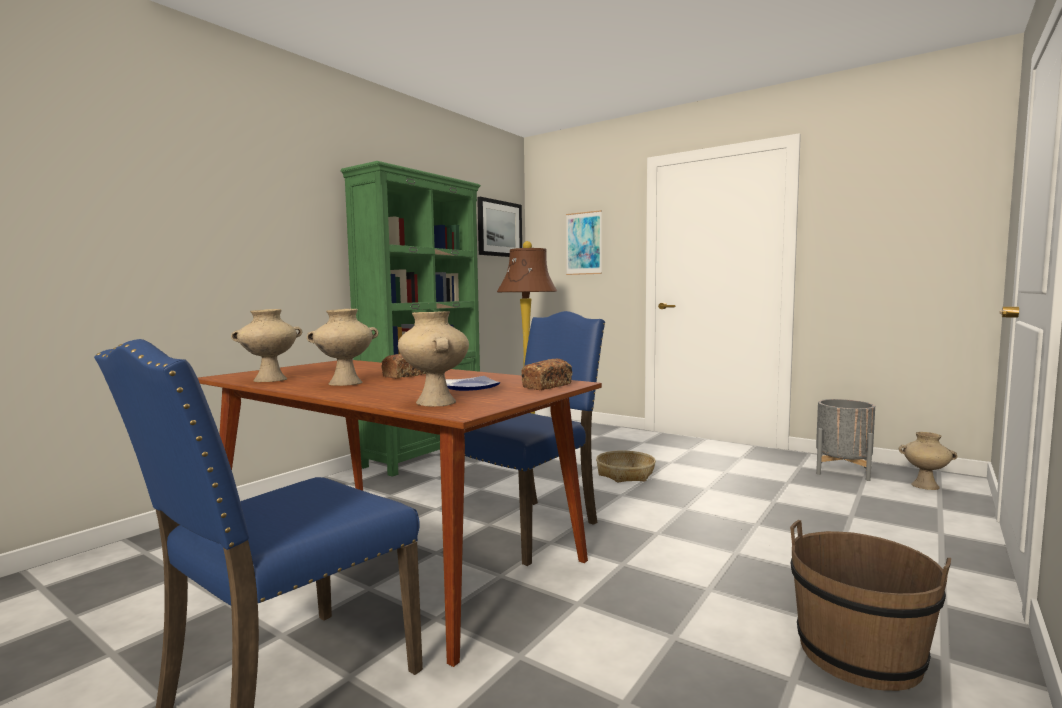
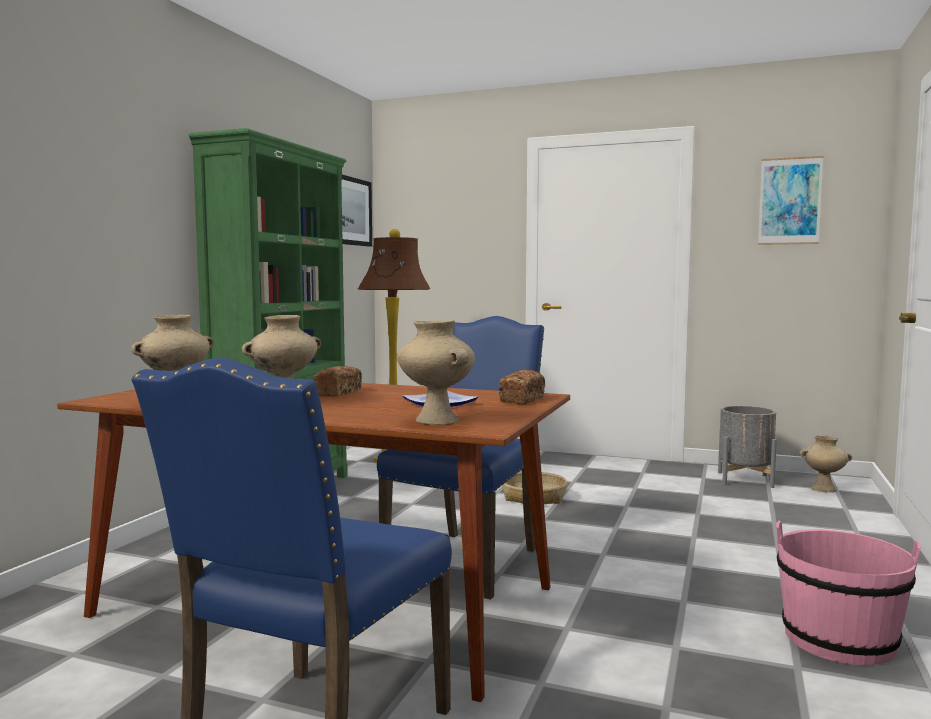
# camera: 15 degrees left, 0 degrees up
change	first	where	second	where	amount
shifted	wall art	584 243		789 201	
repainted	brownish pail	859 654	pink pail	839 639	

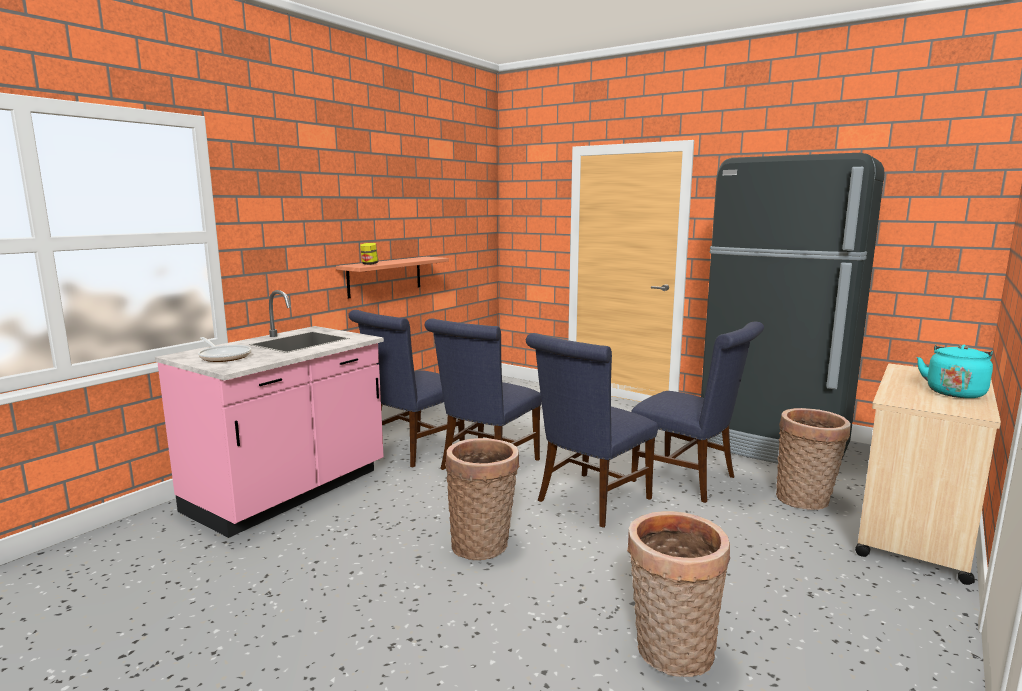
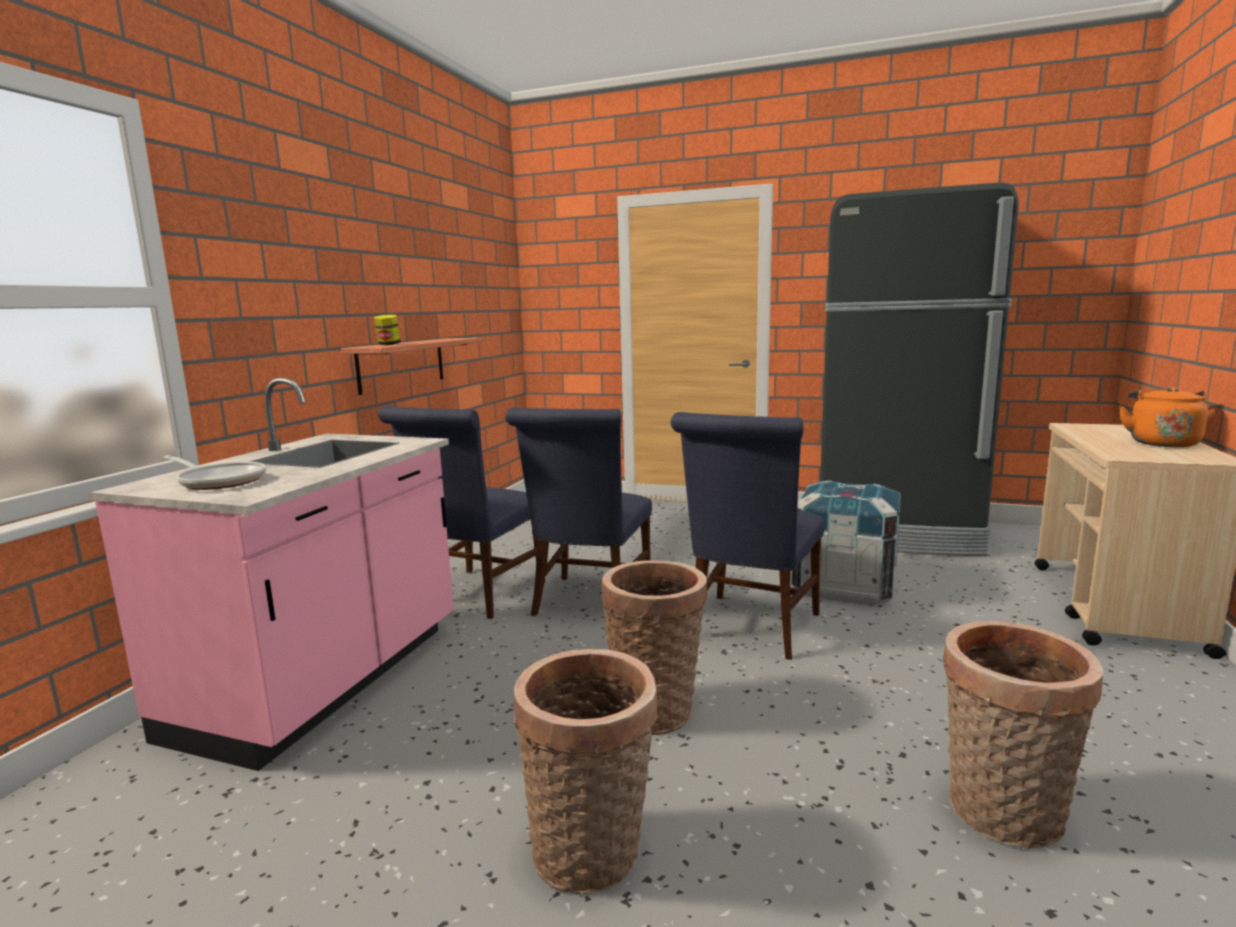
# camera: 15 degrees left, 0 degrees up
change	first	where	second	where	amount
shifted	basket	806 500		593 854	
swapped	blue upright chair	690 480	crate	844 585	
repainted	blue-green water kettle	954 392	orange-coloured water kettle	1161 443	

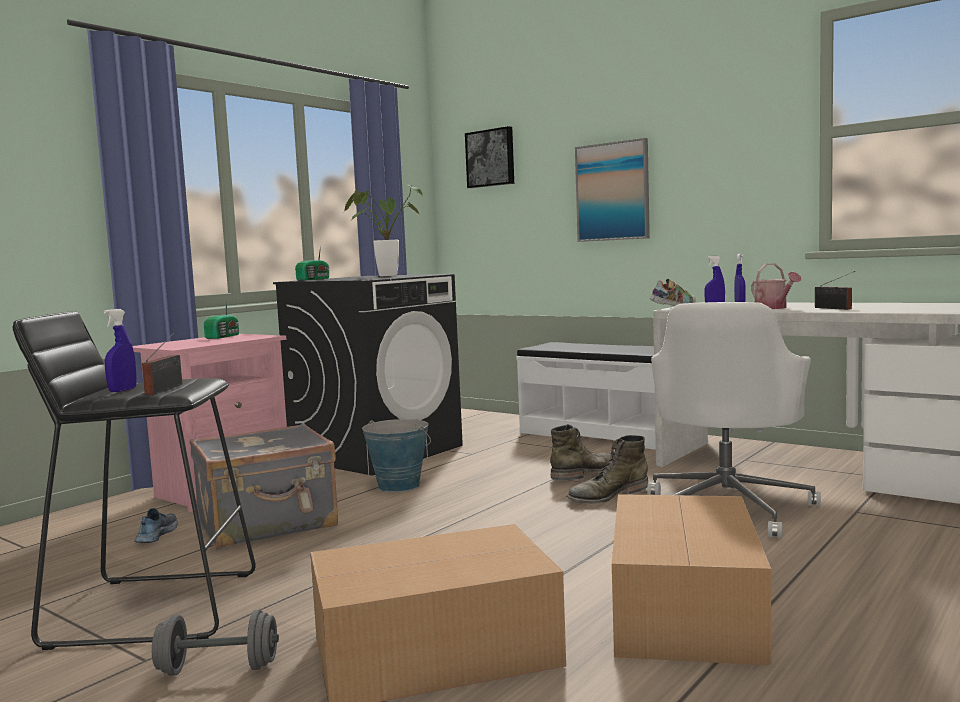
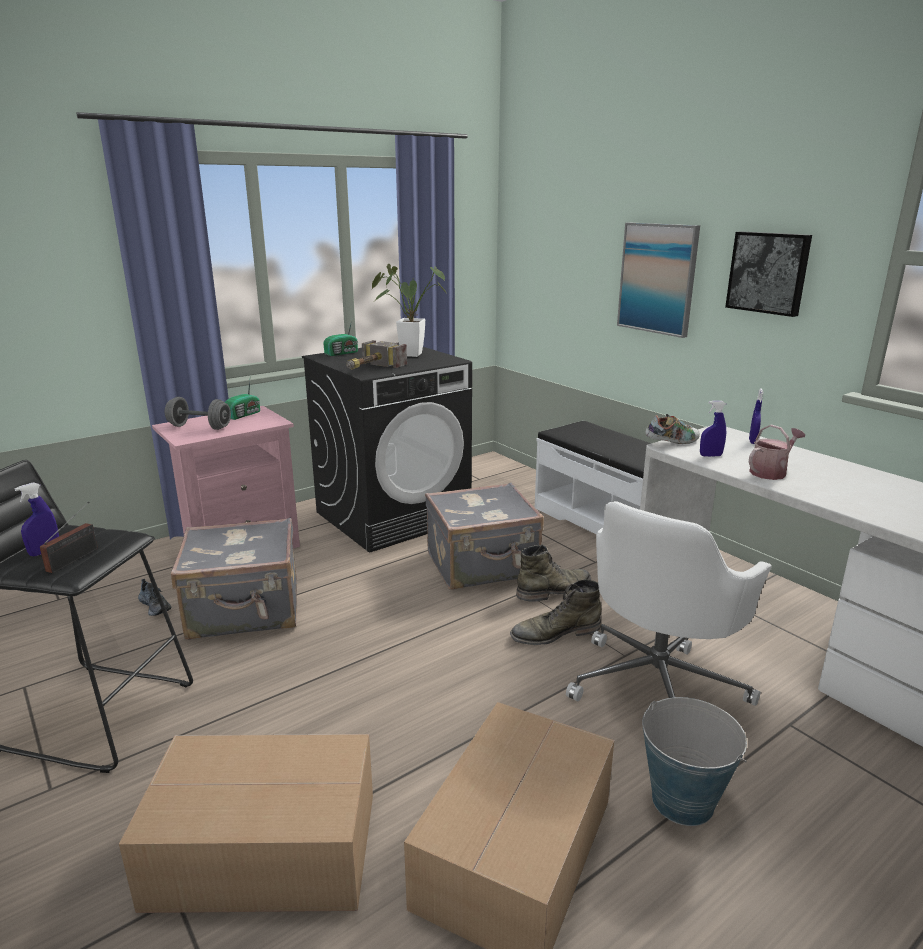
# camera: 15 degrees right, 15 degrees up
change	first	where	second	where	amount
gone	radio receiver	834 308			
new			tool hammer	370 368	
new			gray travel case	483 566	
shifted	gray hand weight	218 669		200 427	
shifted	pail	398 486		682 800	
shifted	wall art	491 158		769 272	
rotated	shoe	155 535		155 606	120 degrees clockwise
rotated	watering can	773 308		771 472	120 degrees counterclockwise

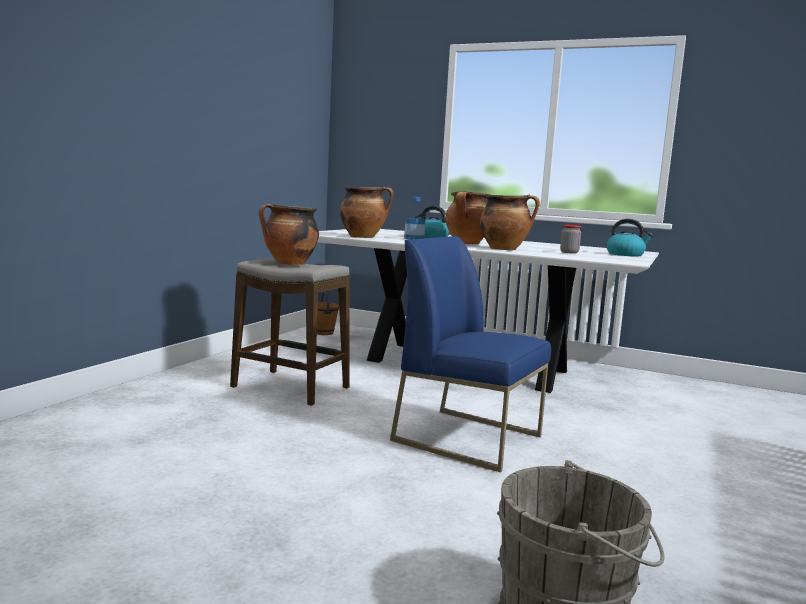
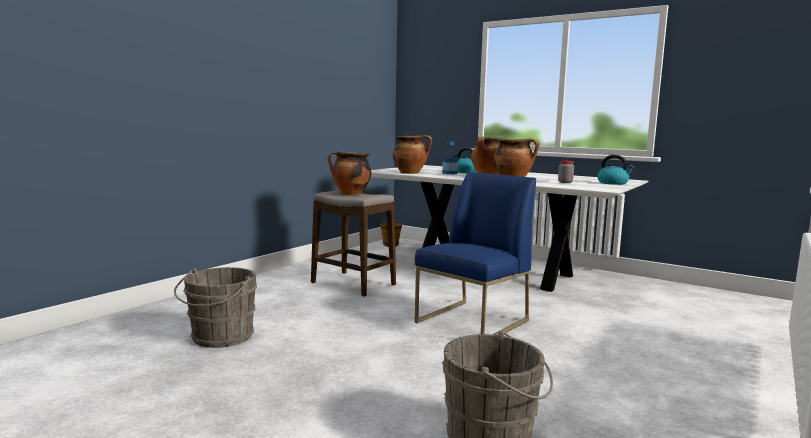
# camera: 10 degrees right, 0 degrees up
change	first	where	second	where	amount
new			gray pail	220 338	
rotated	blue upright chair	469 438		472 322	90 degrees clockwise

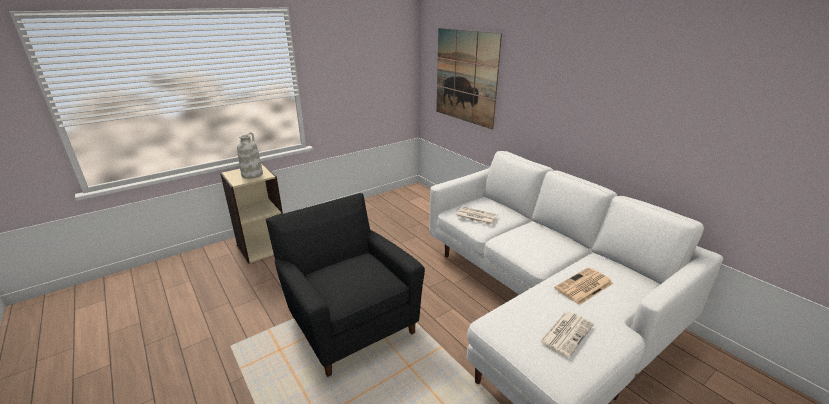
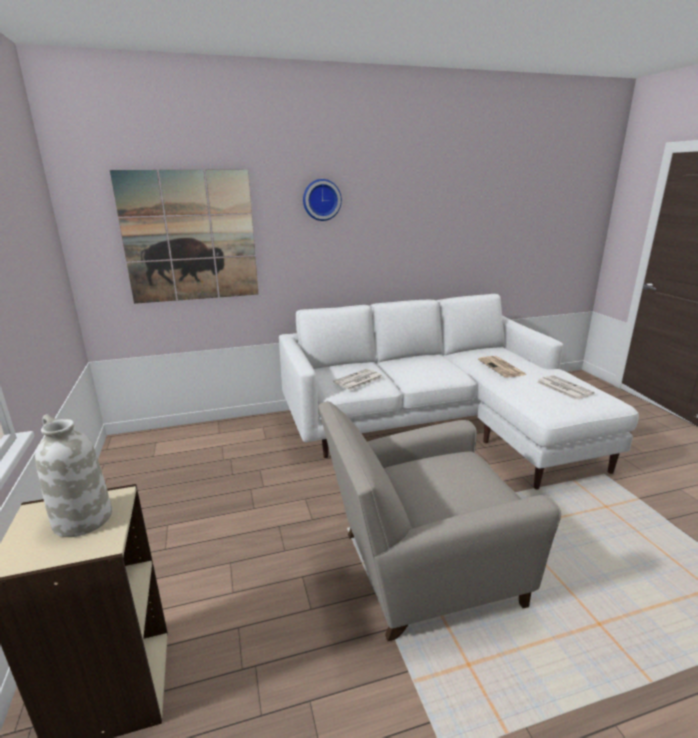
# camera: 70 degrees left, 5 degrees down
change	first	where	second	where	amount
new			clock on the wall	321 200	
repainted	black-coloured lounge chair	348 320	sand-coloured lounge chair	419 569	

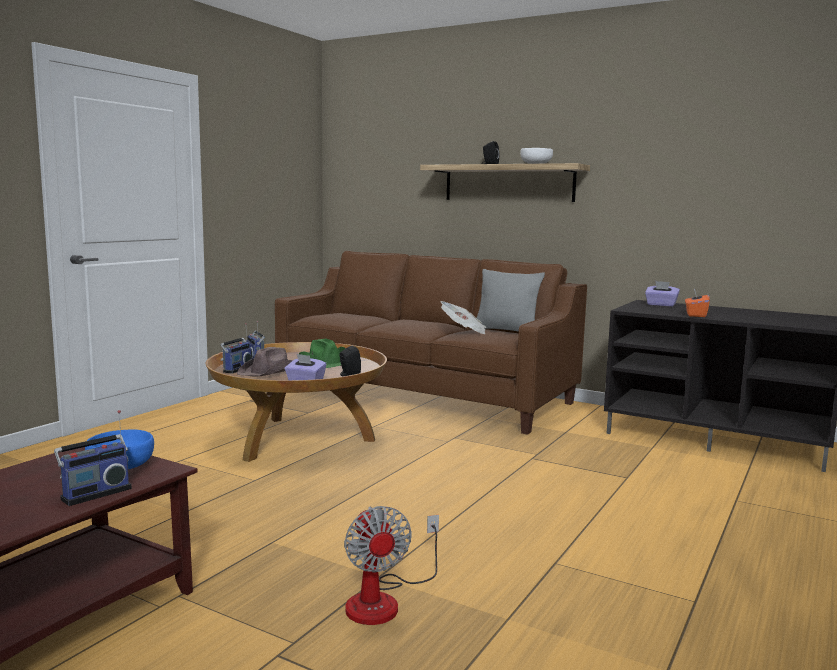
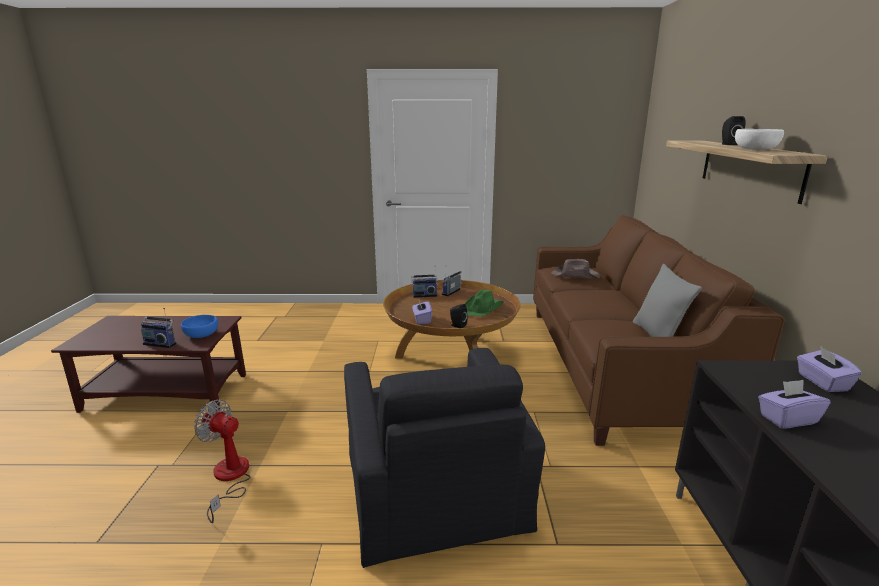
# camera: 60 degrees right, 10 degrees up
change	first	where	second	where	amount
gone	newspaper	464 331			
new			black-coloured lounge chair	434 492	
shifted	brownish hat	271 371		575 275	
repainted	orange-coloured tissue holder	695 315	purple-coloured tissue holder	787 419	
rotated	electric fan	384 600		229 478	75 degrees clockwise

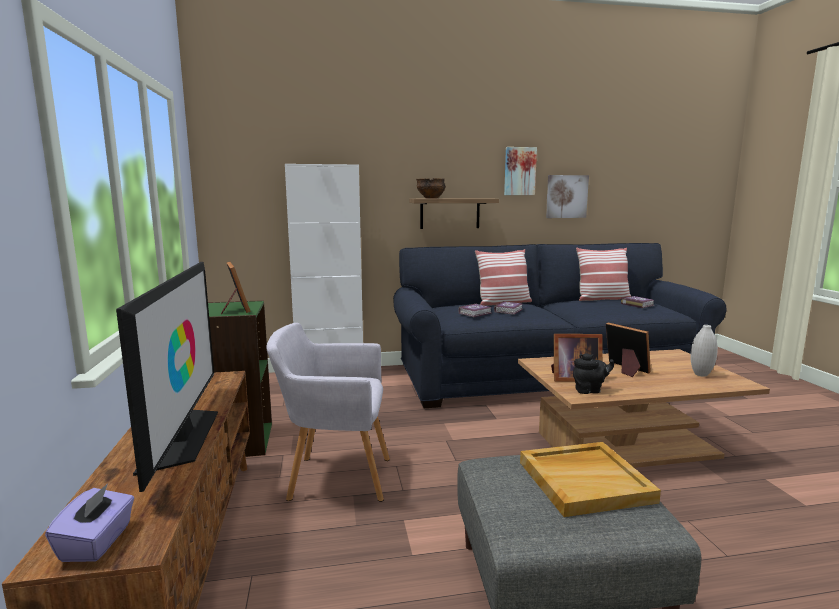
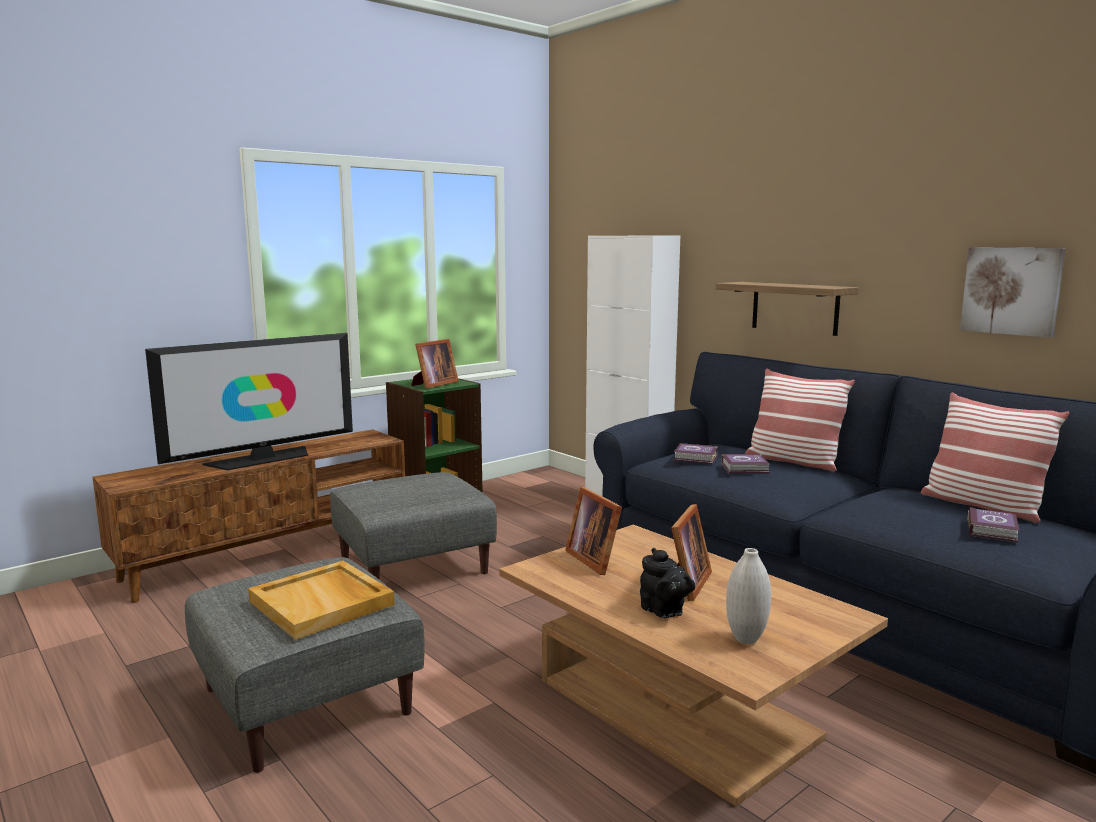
# camera: 60 degrees right, 0 degrees up
change	first	where	second	where	amount
gone	purple-coloured tissue holder	97 542			
gone	serving bowl	431 198			
gone	wall art	519 171			
shifted	black-coloured pot for tea	590 390		664 611	
swapped	gray lounge chair	334 477	gray pouffe	413 565	

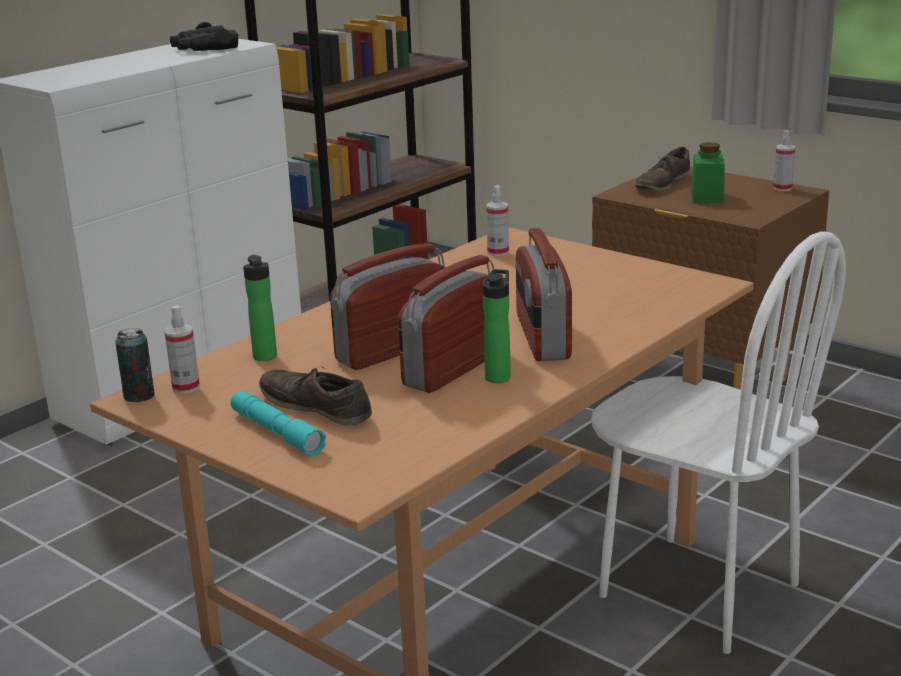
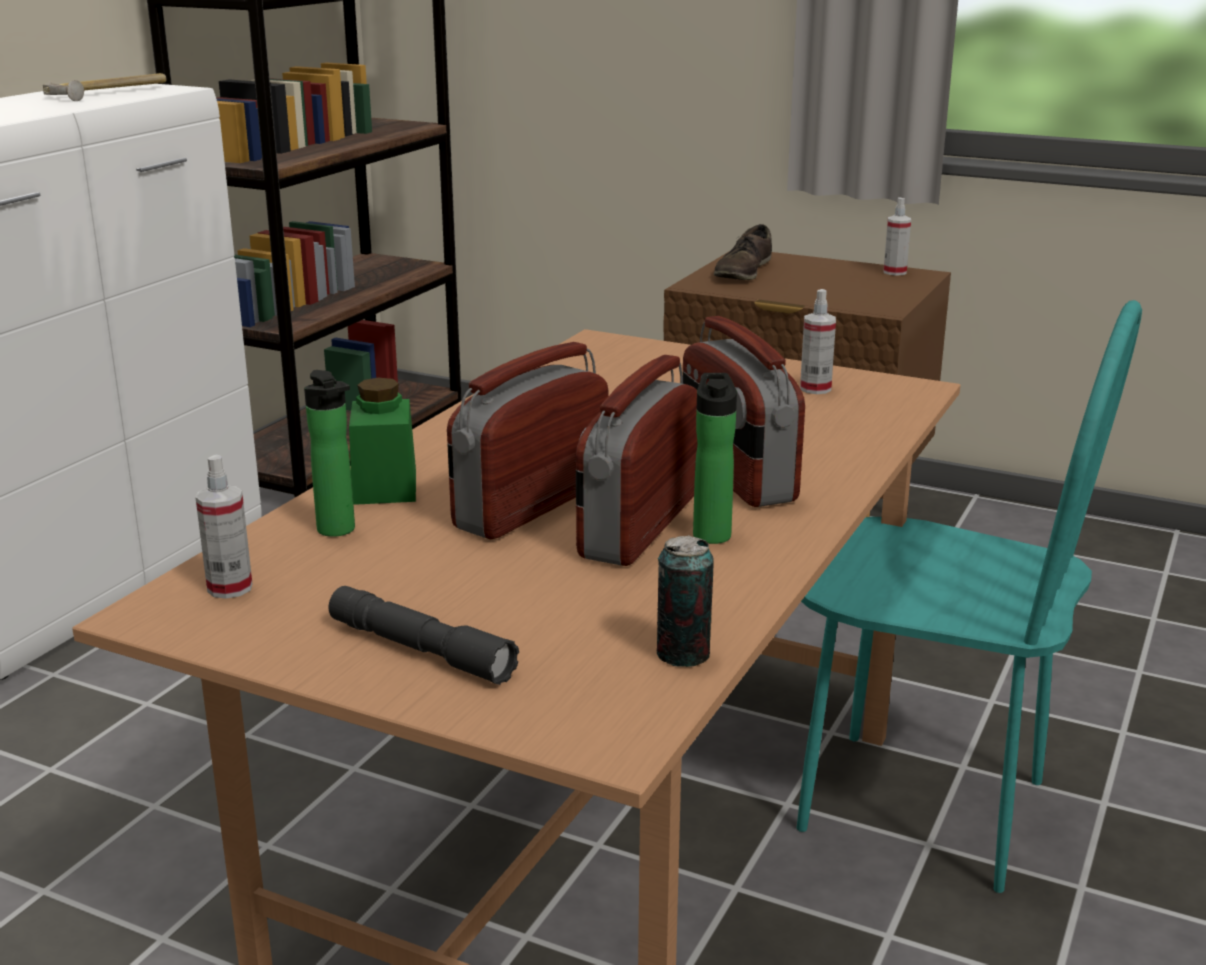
# camera: 15 degrees left, 0 degrees up
change	first	where	second	where	amount
gone	brownish shoe	316 407			
shifted	metal can	139 396		683 654	
shifted	hand sprayer	498 252		815 389	
shifted	green-coloured preserve jar	707 197		385 487	
swapped	black-coloured pair of binoculars	204 48	tool hammer	109 93	
repainted	blue-green flashlight	277 433	gray flashlight	420 650	
repainted	white upright chair	698 591	blue-green upright chair	921 806	

